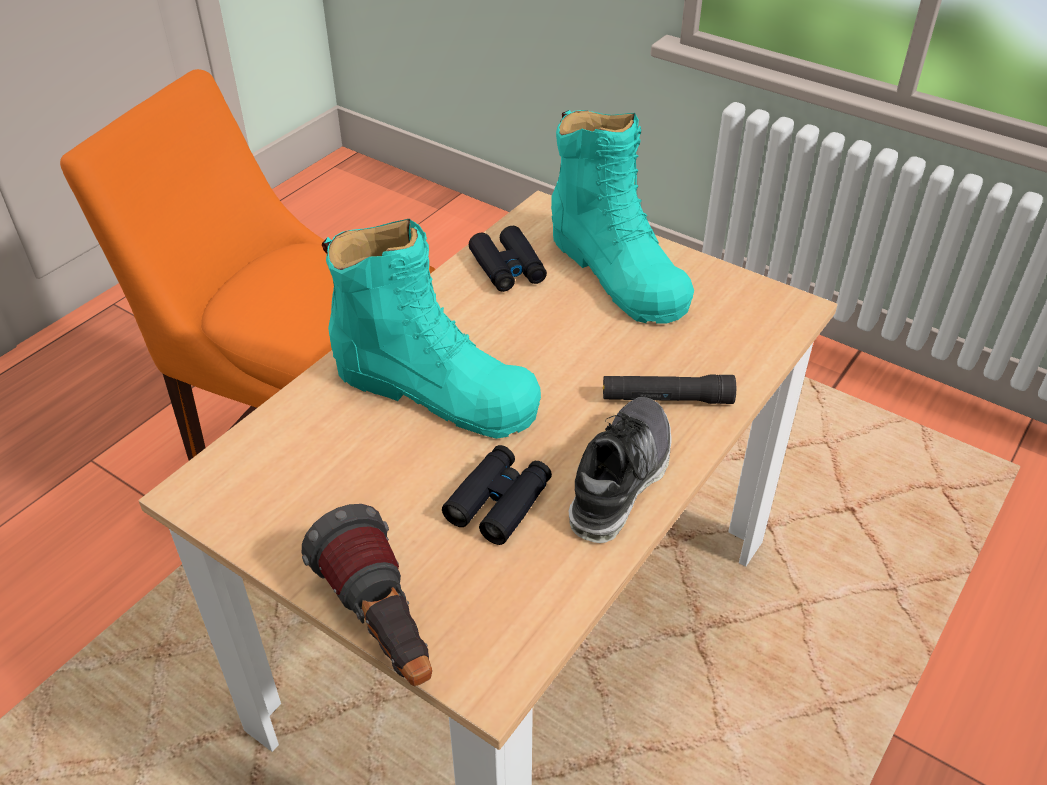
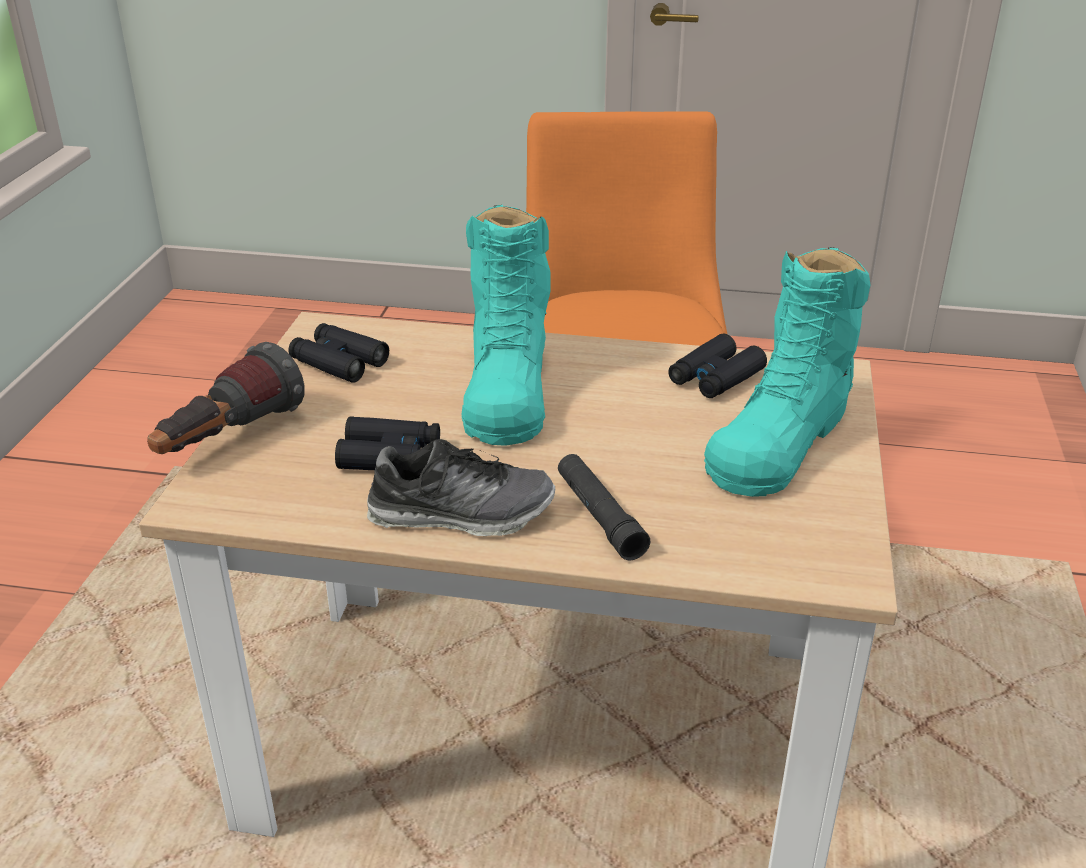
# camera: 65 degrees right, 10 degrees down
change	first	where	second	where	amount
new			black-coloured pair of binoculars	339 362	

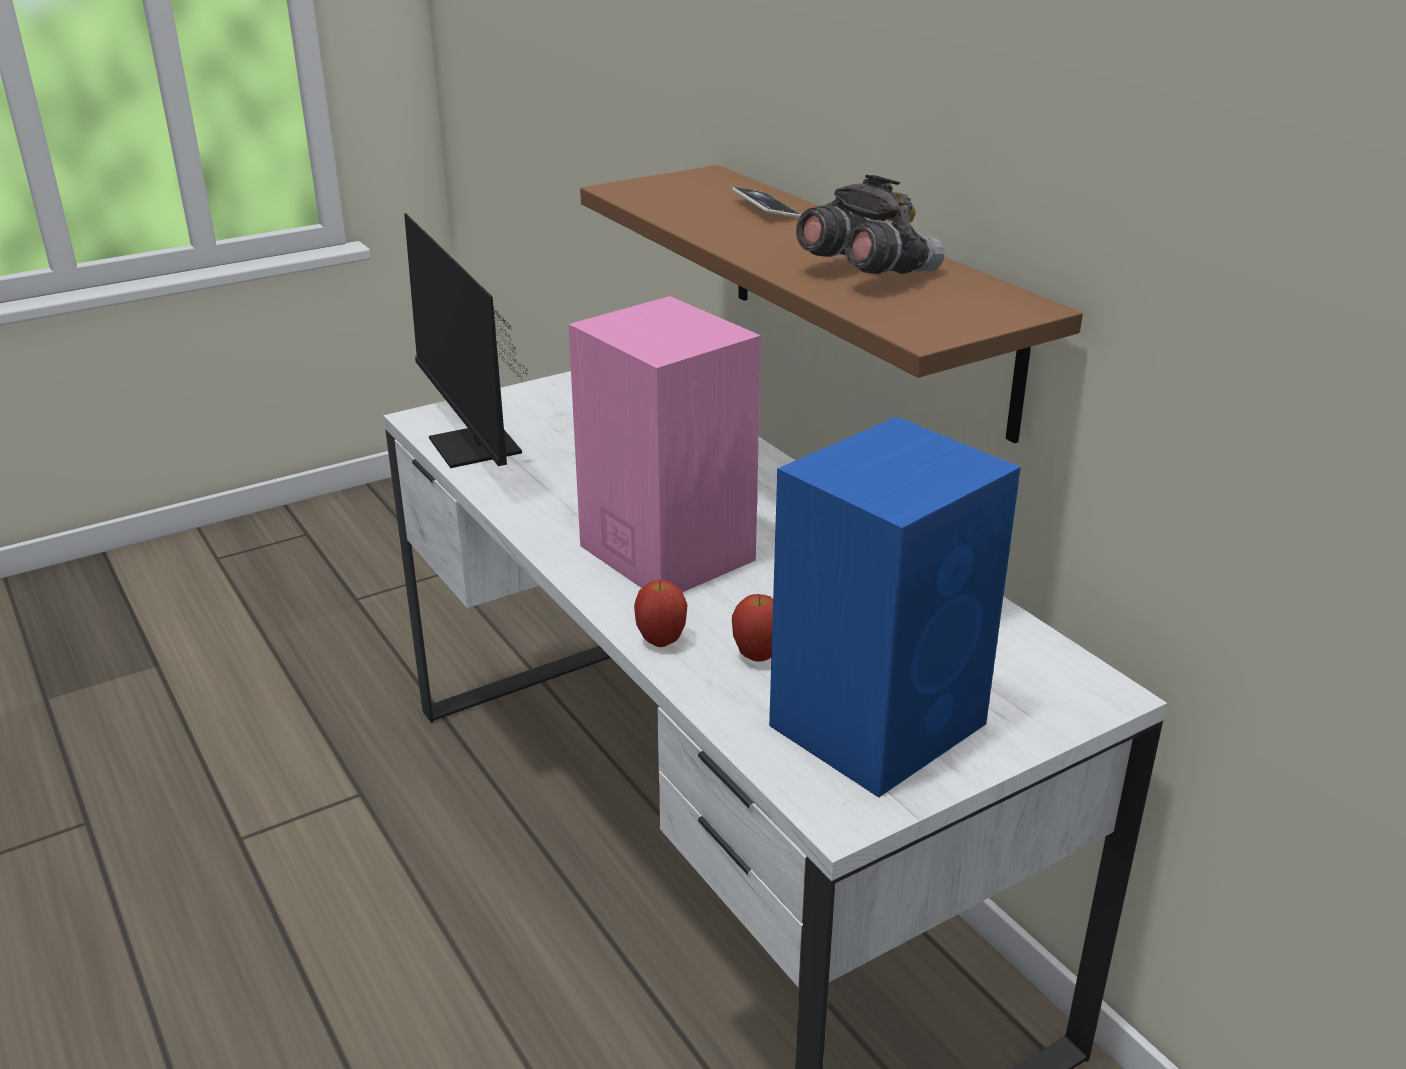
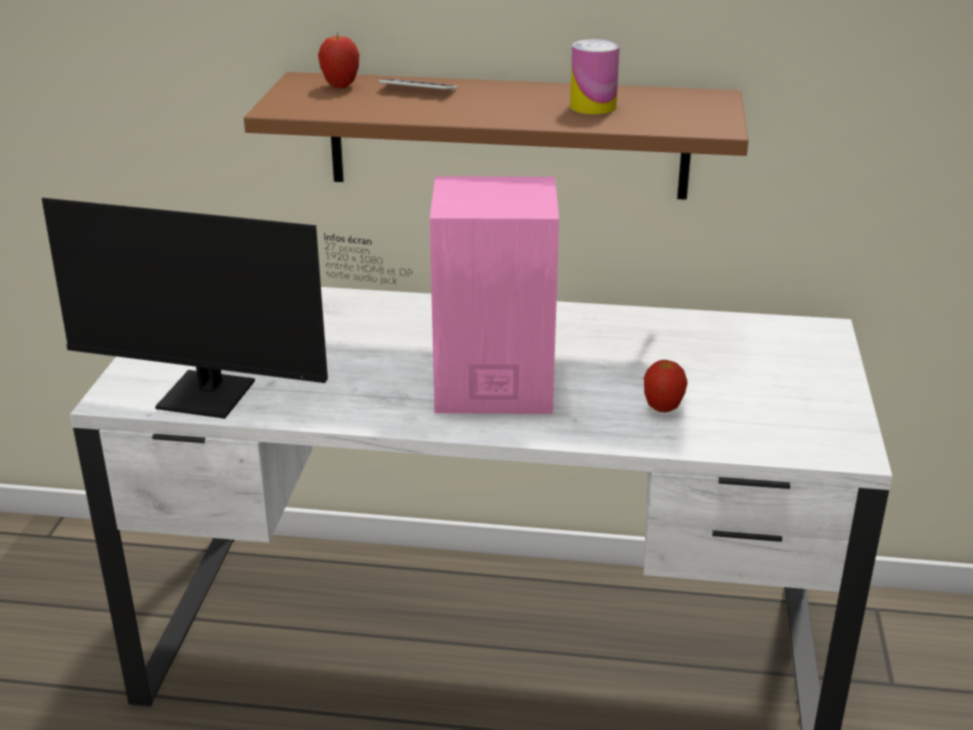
# camera: 50 degrees left, 0 degrees up
change	first	where	second	where	amount
gone	blue audio speaker	881 722			
shifted	apple	661 641		340 86	
swapped	gray pair of binoculars	867 272	metal can	593 107	

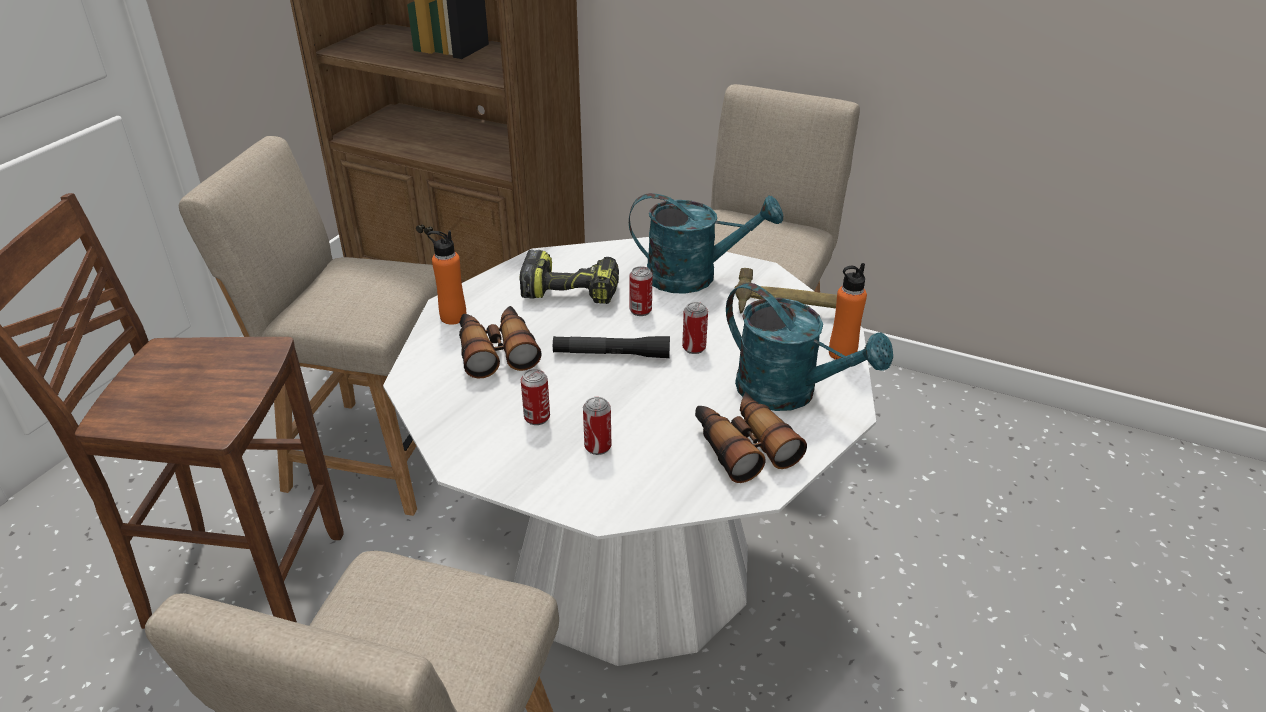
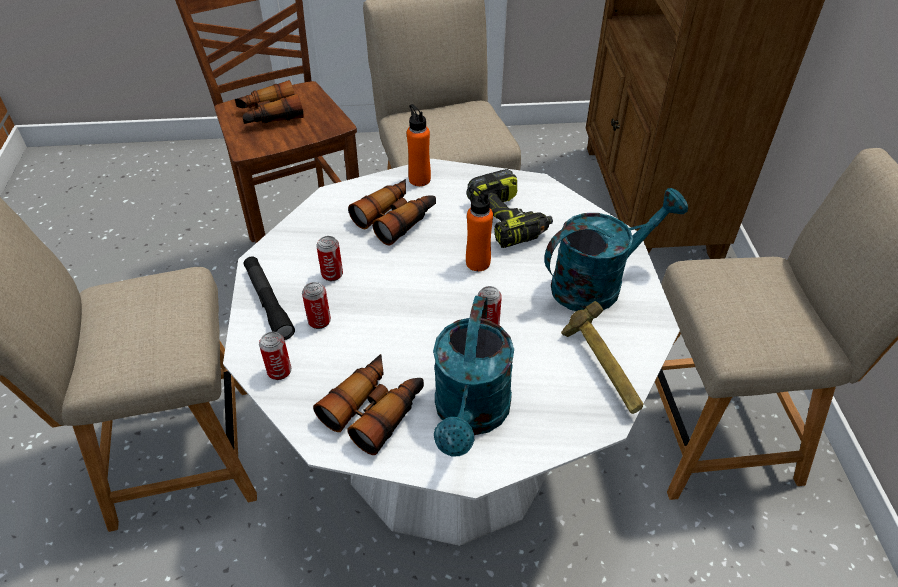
# camera: 60 degrees right, 10 degrees up
change	first	where	second	where	amount
new			pair of binoculars	270 115	
shifted	black-coloured flashlight	611 354		268 302	
shifted	metal can	640 310		279 371	
shifted	orange-coloured bottle	842 353		477 262	
rotated	blue-green watering can	694 276		597 283	90 degrees counterclockwise

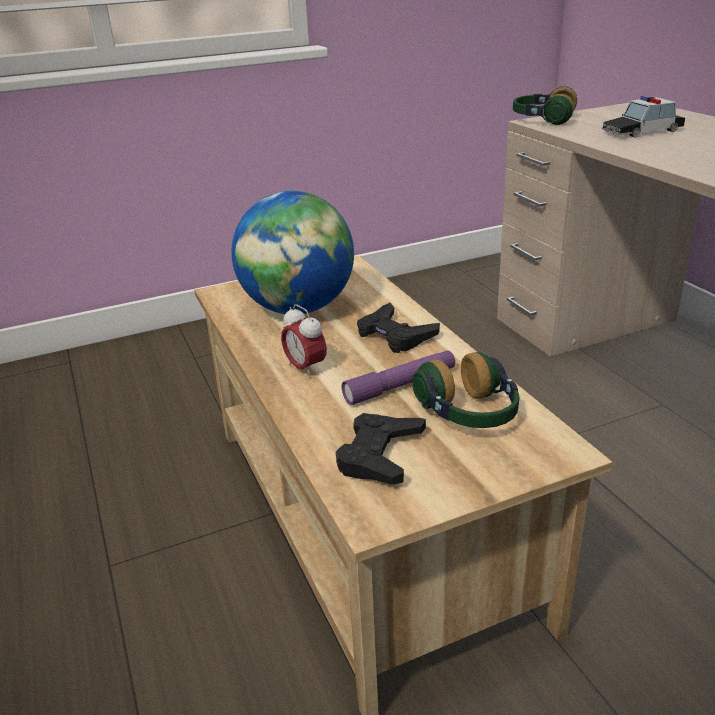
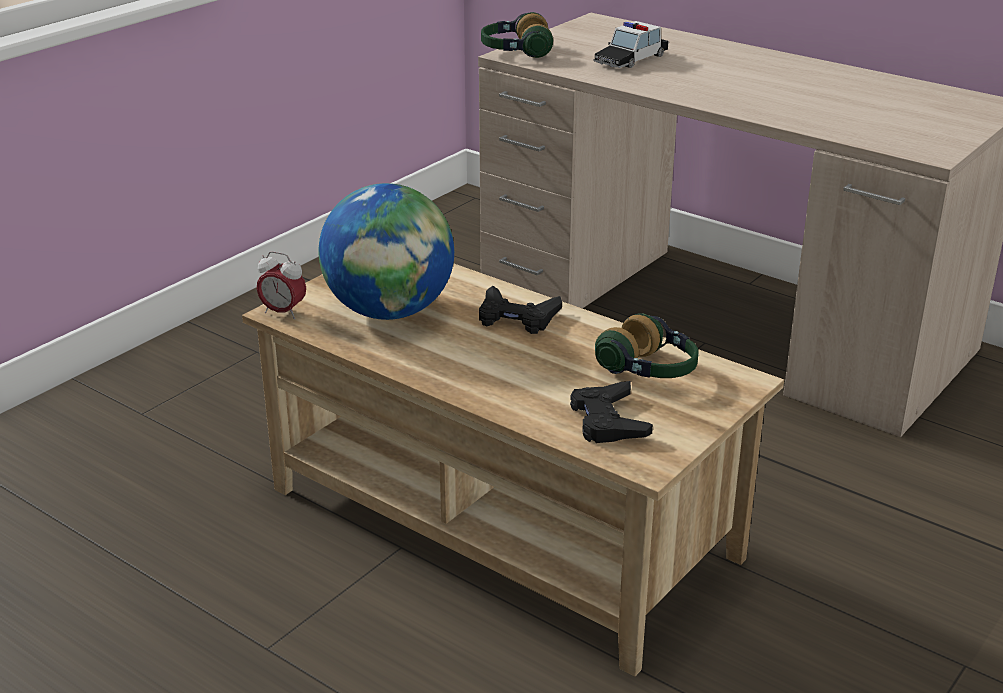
# camera: 30 degrees left, 0 degrees up
change	first	where	second	where	amount
gone	purple-coloured flashlight	400 385			
shifted	alarm clock	305 368		283 312	

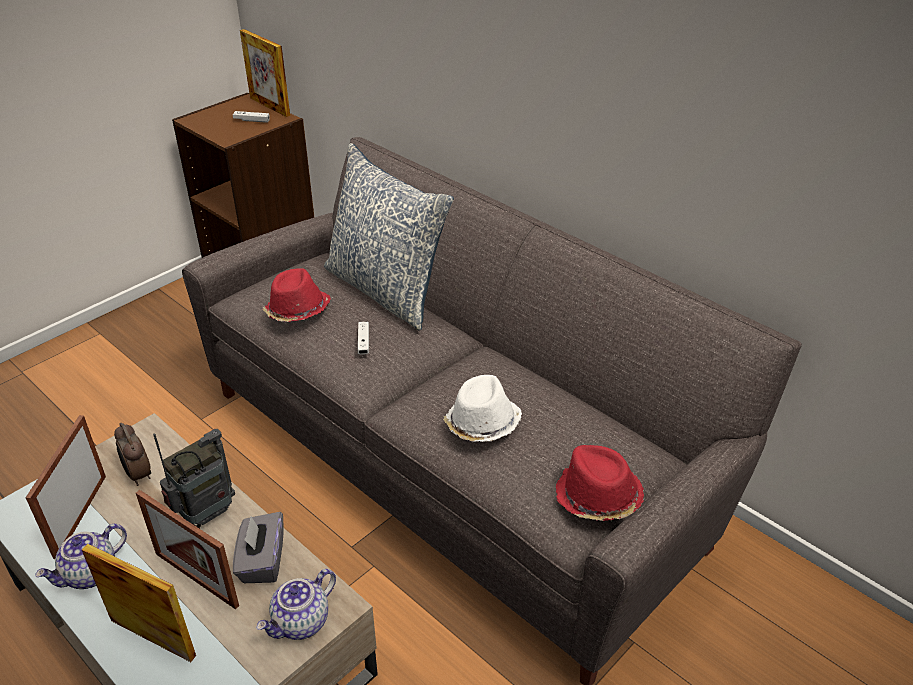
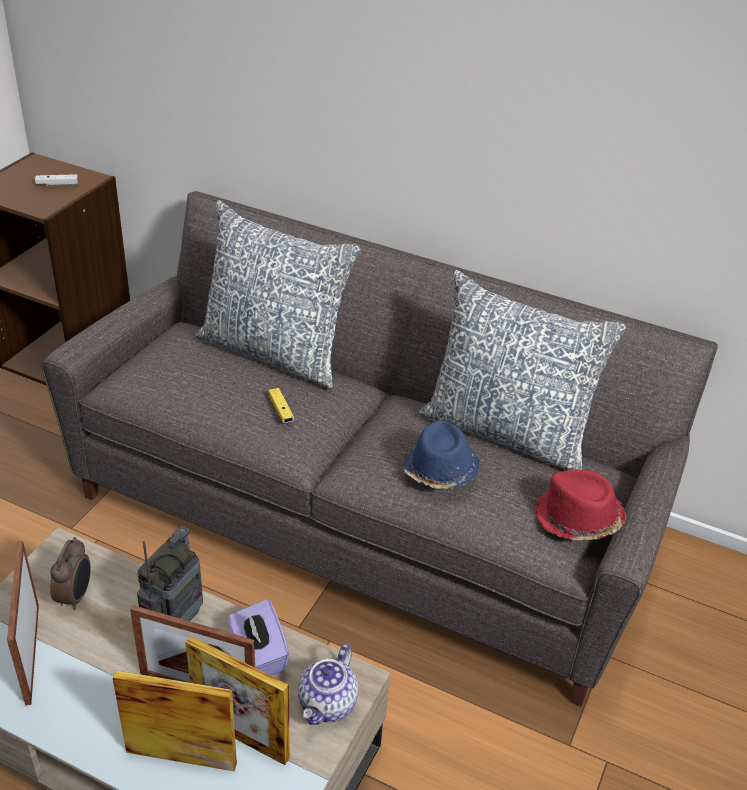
# camera: 20 degrees left, 0 degrees up
change	first	where	second	where	amount
gone	pot for tea	90 574			
gone	red-coloured hat	297 311			
new			cushion	507 432	
shifted	picture frame	269 106		240 737	
repainted	gray tissue holder	262 561	purple-coloured tissue holder	258 655	
repainted	white game controller	363 342	yellowish game controller	281 410	
repainted	white hat	482 424	blue hat	440 471	
rotated	alarm clock	138 475		76 596	120 degrees counterclockwise

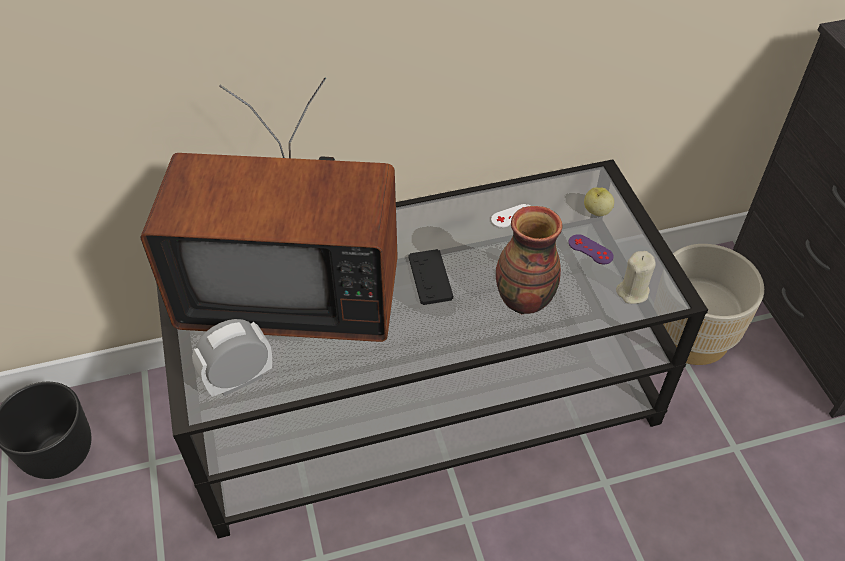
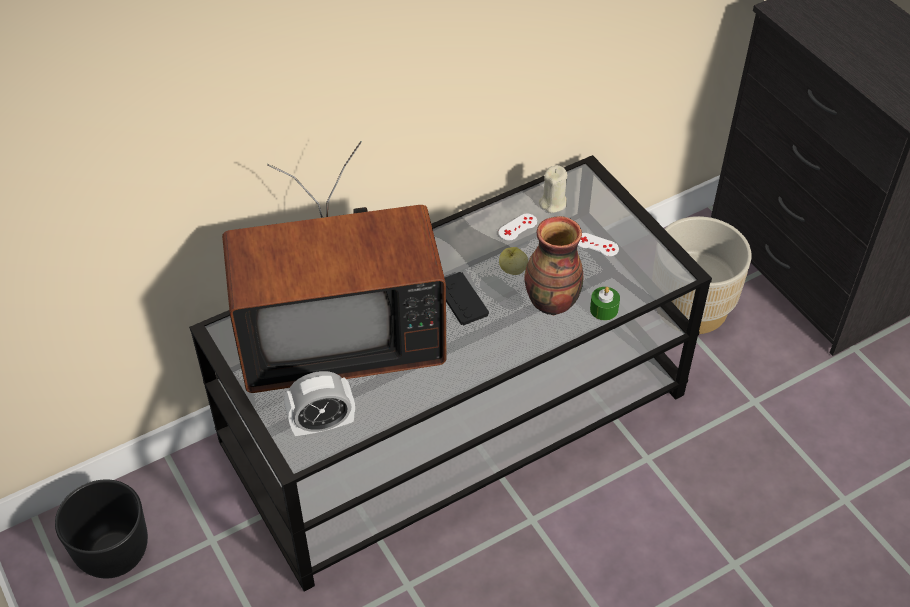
# camera: 15 degrees left, 0 degrees up
change	first	where	second	where	amount
new			green-coloured wax candle	604 309	
shifted	apple	596 211		512 270	
shifted	sand-coloured wax candle	633 292		553 203	
repainted	purple-coloured game controller	590 249	white game controller	596 245	
rotated	alarm clock	239 379		322 425	150 degrees counterclockwise

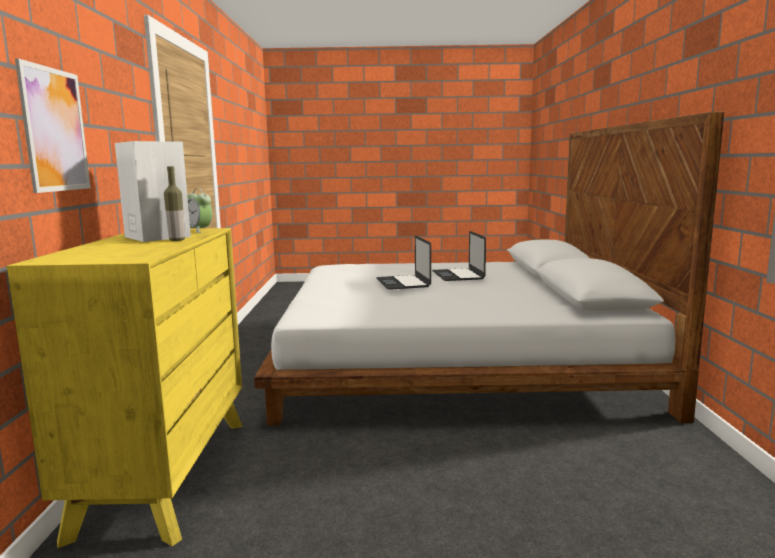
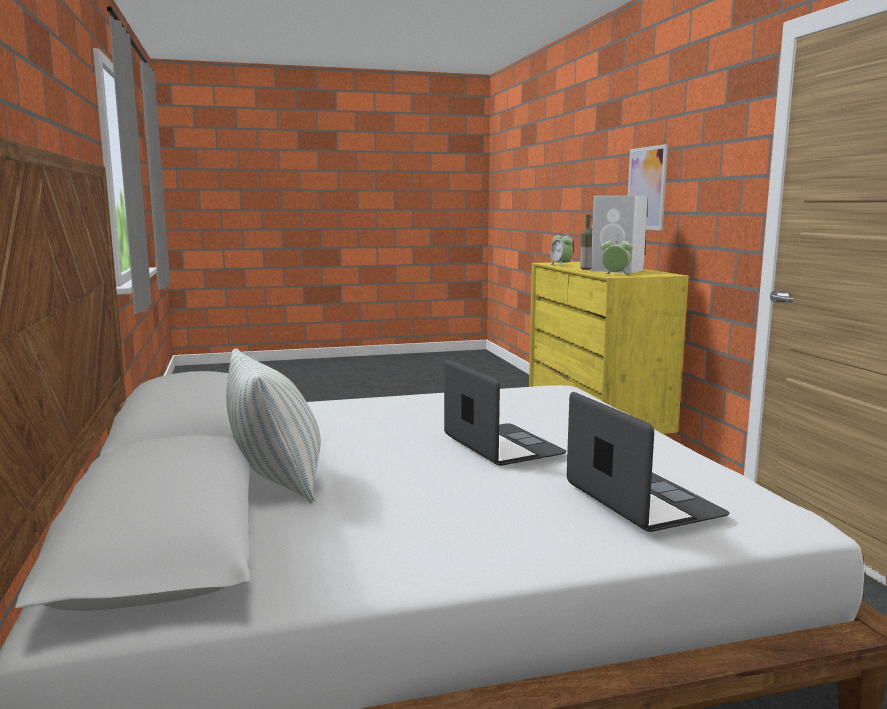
# camera: 165 degrees right, 0 degrees up
change	first	where	second	where	amount
new			cushion	276 481	
new			alarm clock	561 265	
shifted	portable computer	458 275		642 500	

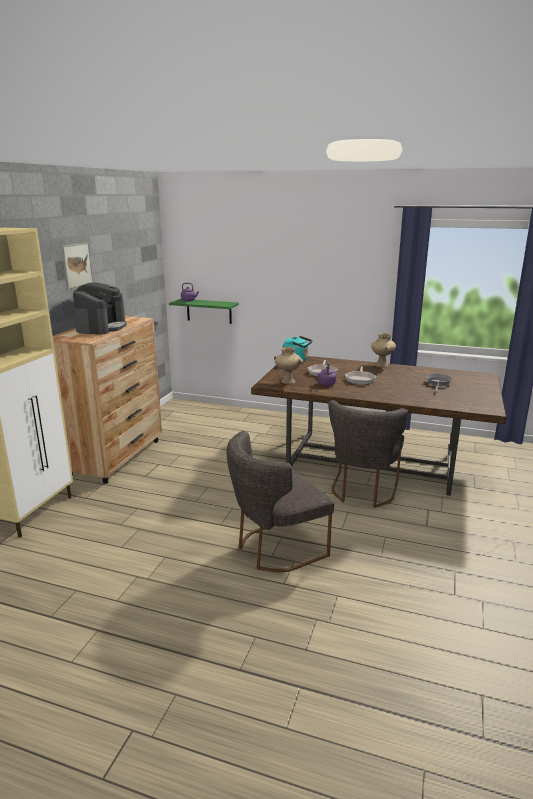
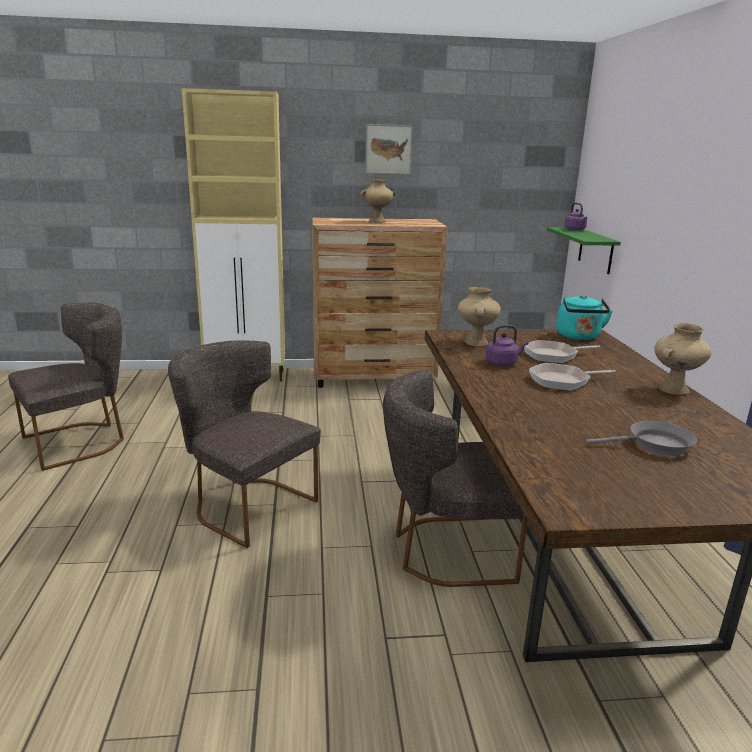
# camera: 65 degrees right, 0 degrees up
change	first	where	second	where	amount
new			gray upright chair	80 441	
swapped	coffee machine	102 327	sand-coloured vase	377 221	

